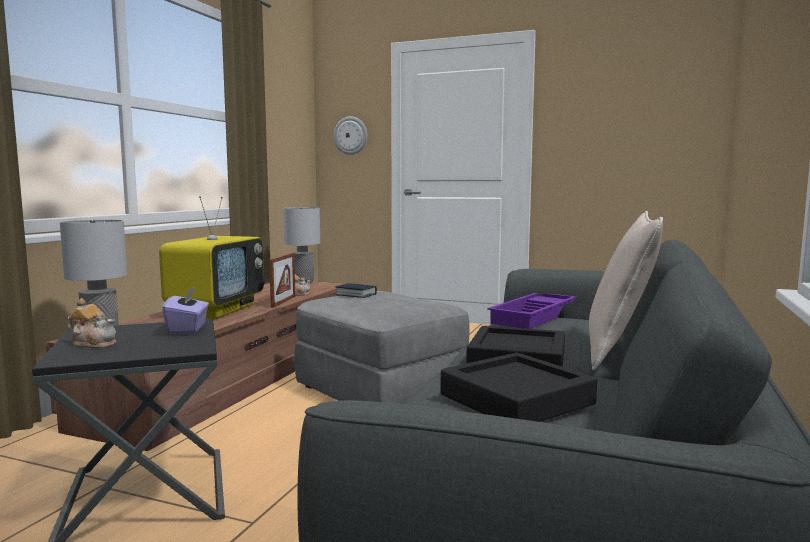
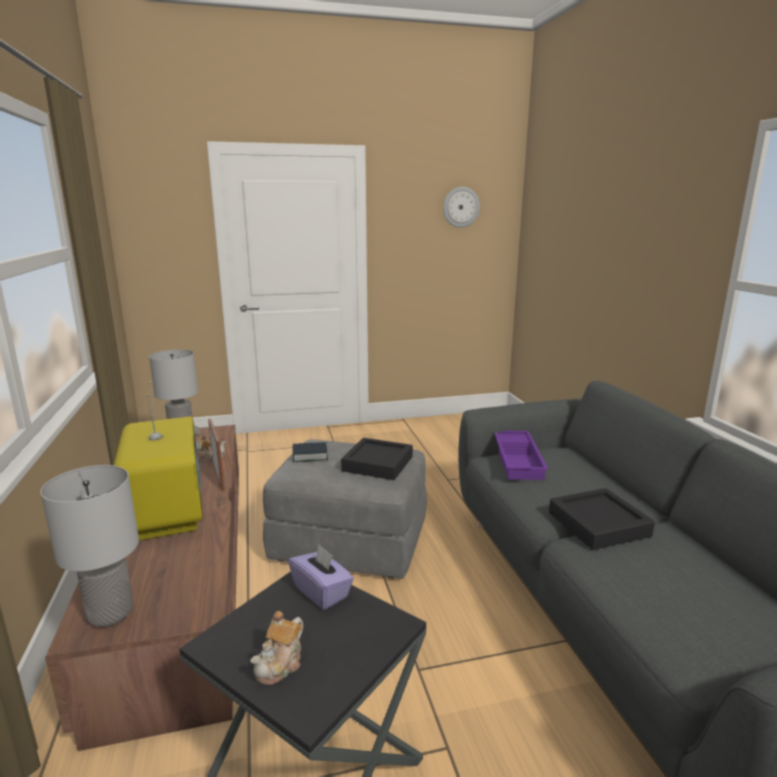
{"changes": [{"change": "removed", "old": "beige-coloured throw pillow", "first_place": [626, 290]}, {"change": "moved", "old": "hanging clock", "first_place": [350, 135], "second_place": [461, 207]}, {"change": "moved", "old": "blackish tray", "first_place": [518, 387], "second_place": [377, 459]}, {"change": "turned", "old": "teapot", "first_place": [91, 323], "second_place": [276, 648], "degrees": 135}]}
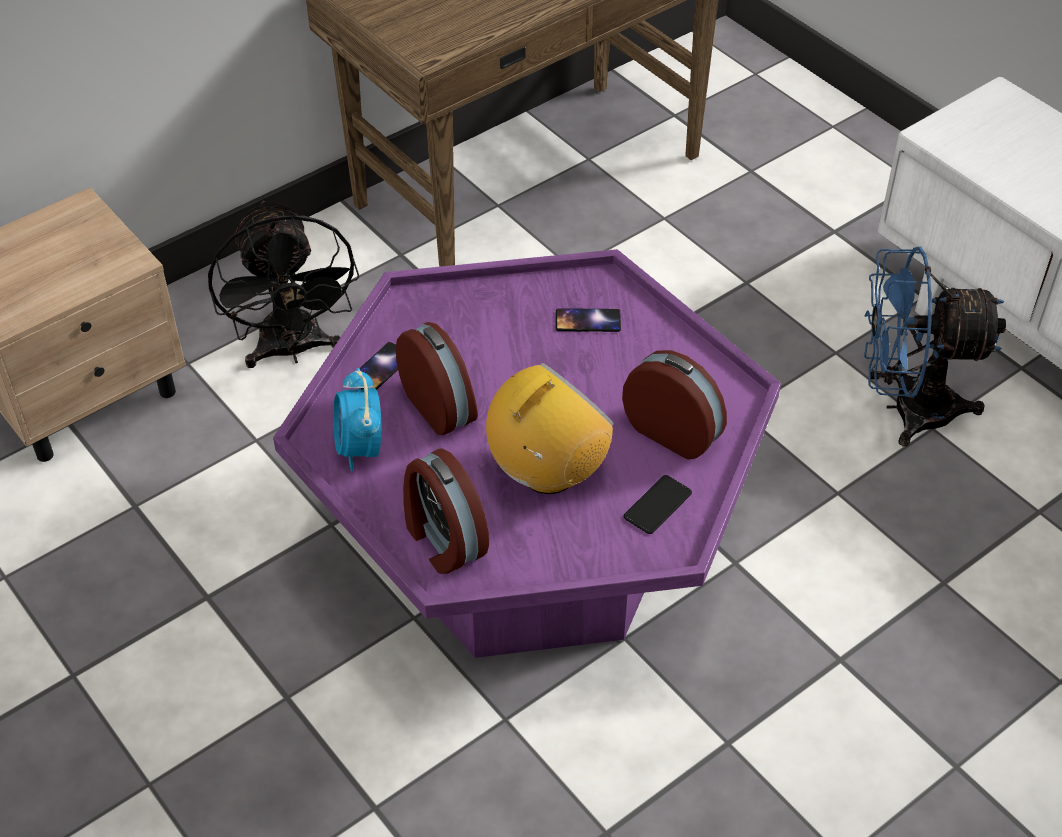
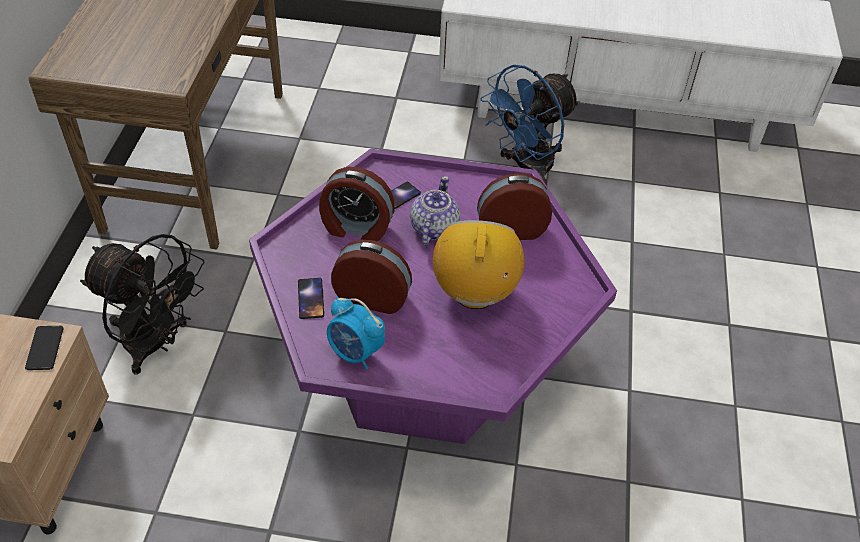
{"changes": [{"change": "added", "new": "teapot", "second_place": [435, 210]}, {"change": "moved", "old": "bedside clock", "first_place": [446, 511], "second_place": [357, 204]}, {"change": "moved", "old": "handset", "first_place": [658, 504], "second_place": [44, 348]}]}
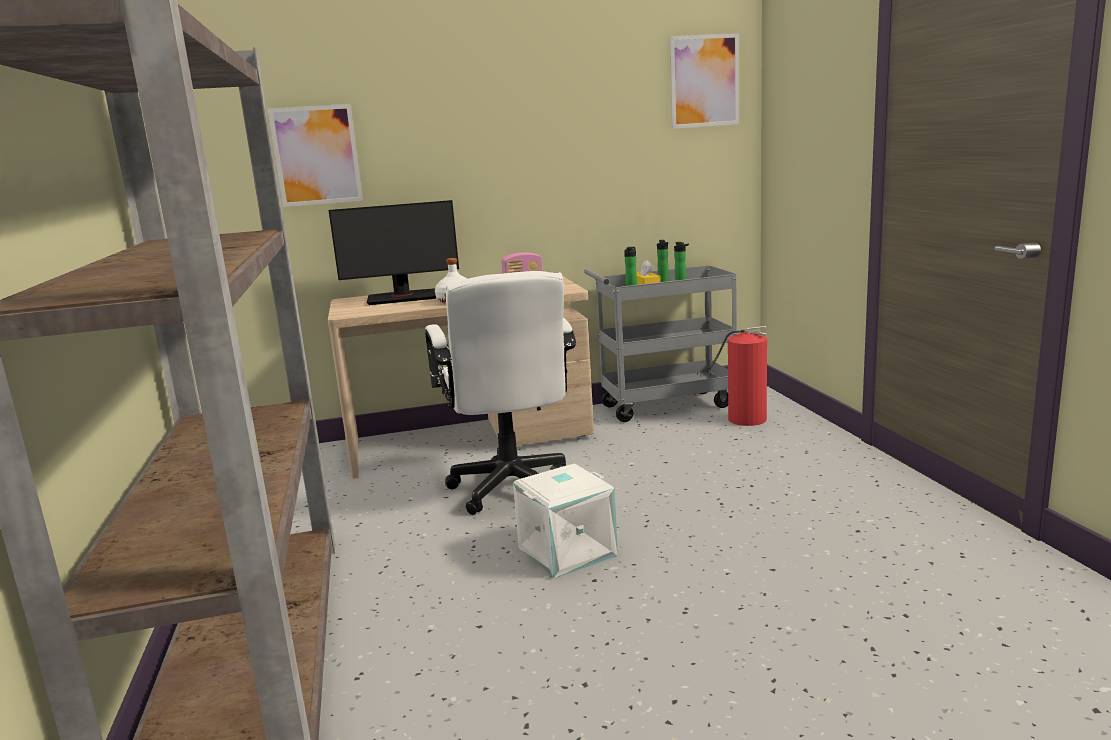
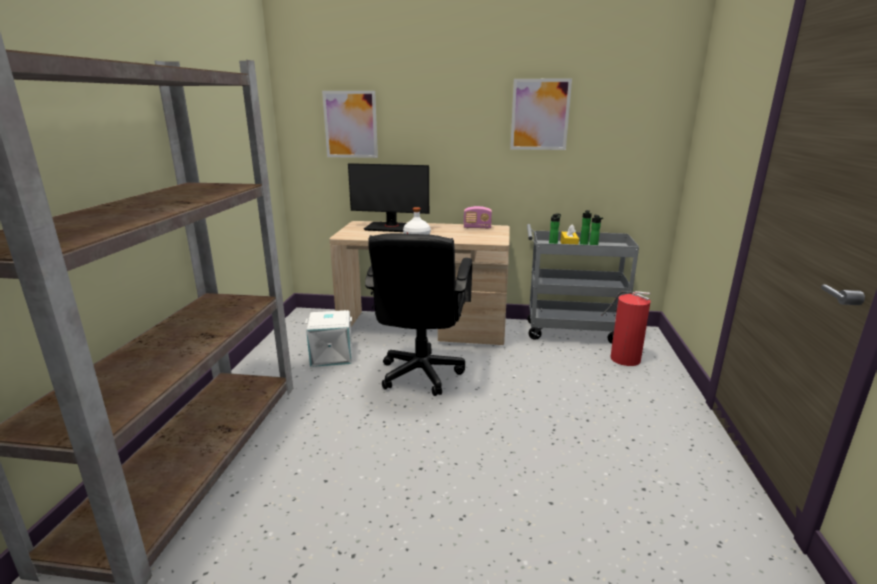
{"changes": [{"change": "moved", "old": "whitish storage box", "first_place": [565, 521], "second_place": [328, 338]}, {"change": "moved", "old": "wall art", "first_place": [704, 81], "second_place": [541, 114]}, {"change": "recoloured", "old": "whitish office chair", "new": "blackish office chair", "first_place": [500, 393], "second_place": [418, 314]}]}
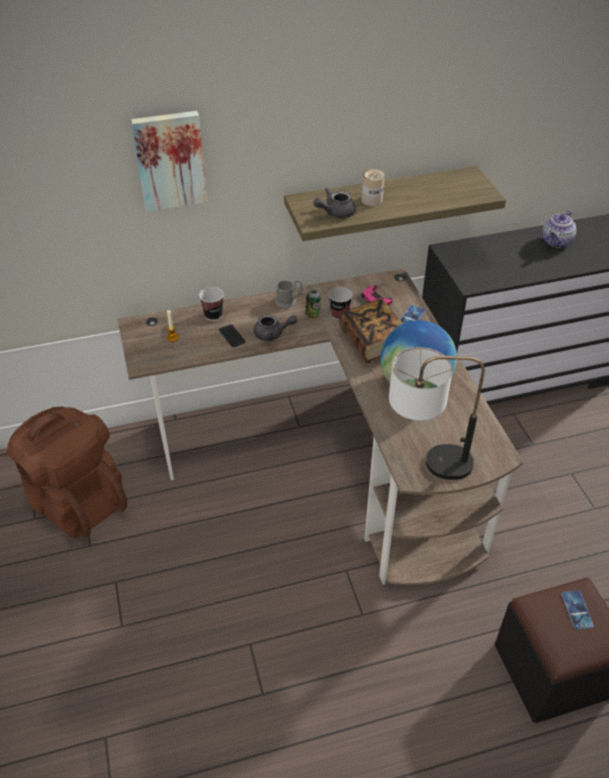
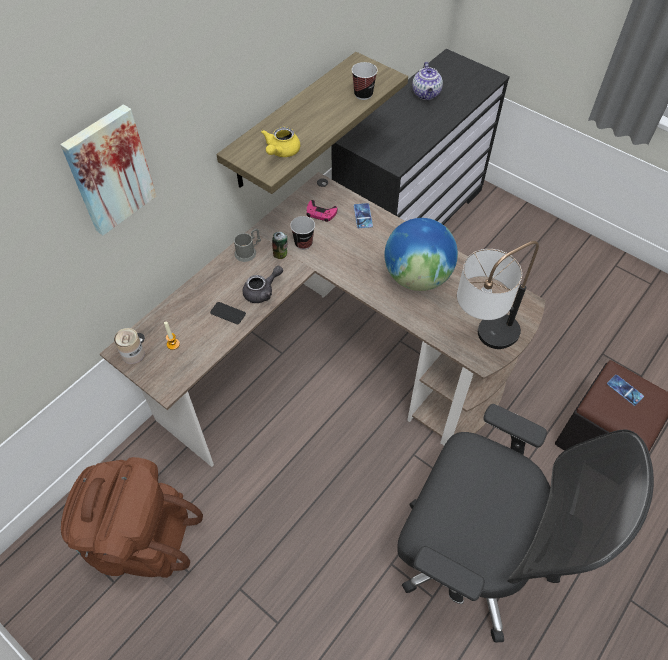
{"changes": [{"change": "removed", "old": "volume", "first_place": [371, 331]}, {"change": "added", "new": "office chair", "second_place": [525, 523]}, {"change": "moved", "old": "cup", "first_place": [211, 304], "second_place": [365, 81]}, {"change": "moved", "old": "can", "first_place": [373, 187], "second_place": [129, 346]}, {"change": "recoloured", "old": "gray teapot", "new": "yellow teapot", "first_place": [335, 203], "second_place": [280, 142]}]}
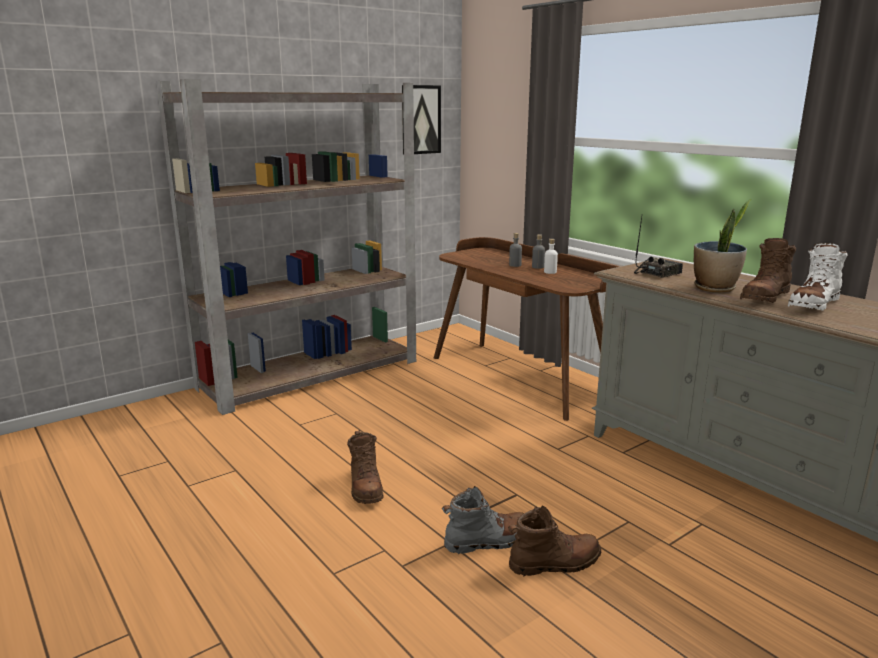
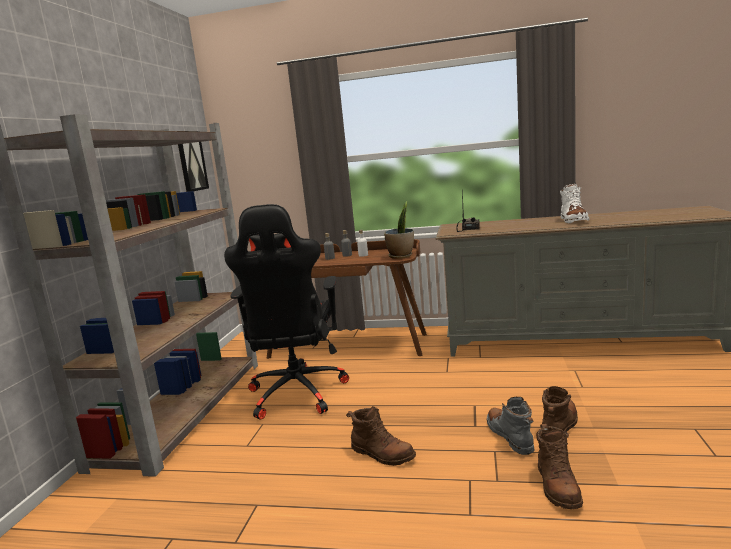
{"changes": [{"change": "added", "new": "blackish office chair", "second_place": [286, 311]}, {"change": "moved", "old": "plant in a pot", "first_place": [722, 246], "second_place": [399, 230]}, {"change": "moved", "old": "brown high-top boot", "first_place": [768, 270], "second_place": [559, 466]}, {"change": "turned", "old": "gray high-top boot", "first_place": [483, 520], "second_place": [511, 426], "degrees": -45}]}
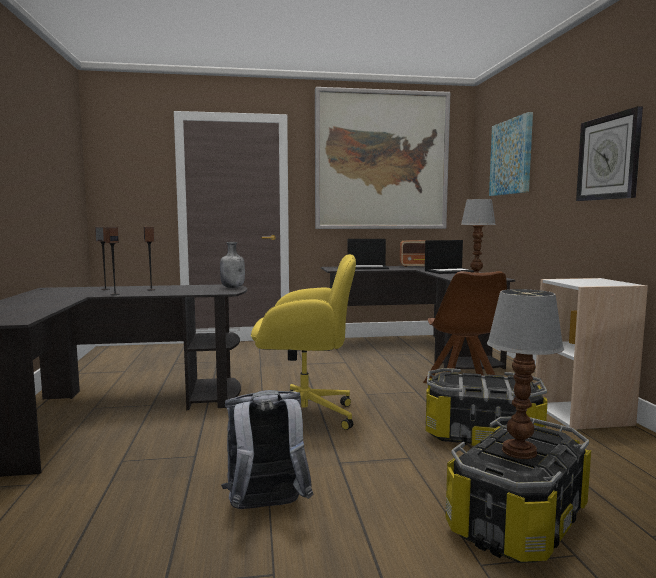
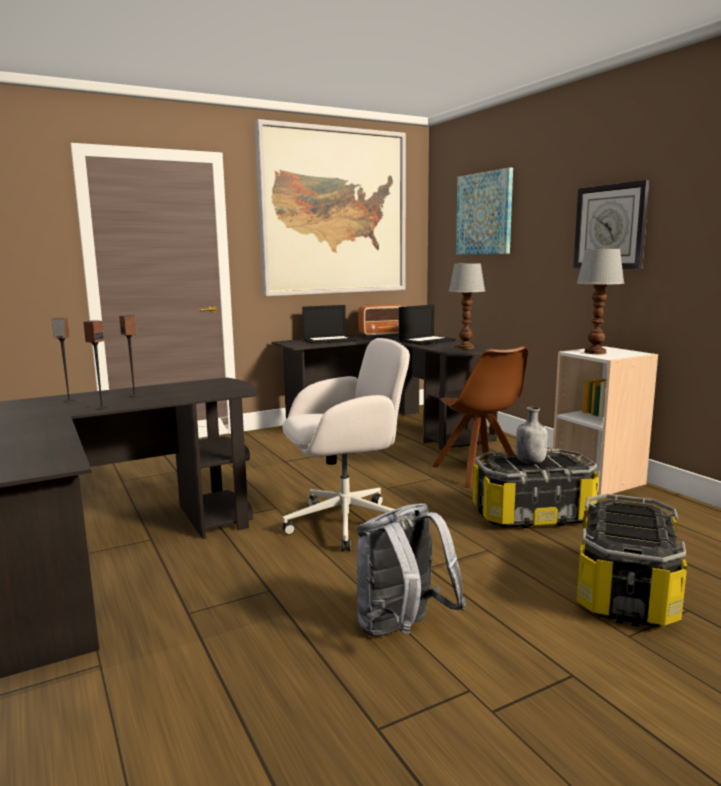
{"changes": [{"change": "moved", "old": "gray beverage bottle", "first_place": [232, 265], "second_place": [532, 435]}, {"change": "moved", "old": "lamp for a table", "first_place": [525, 374], "second_place": [601, 301]}, {"change": "recoloured", "old": "yellow office chair", "new": "whitish office chair", "first_place": [303, 342], "second_place": [346, 444]}]}
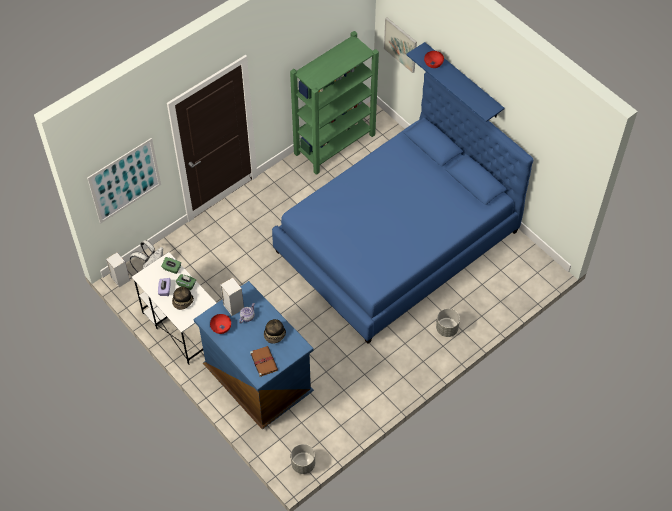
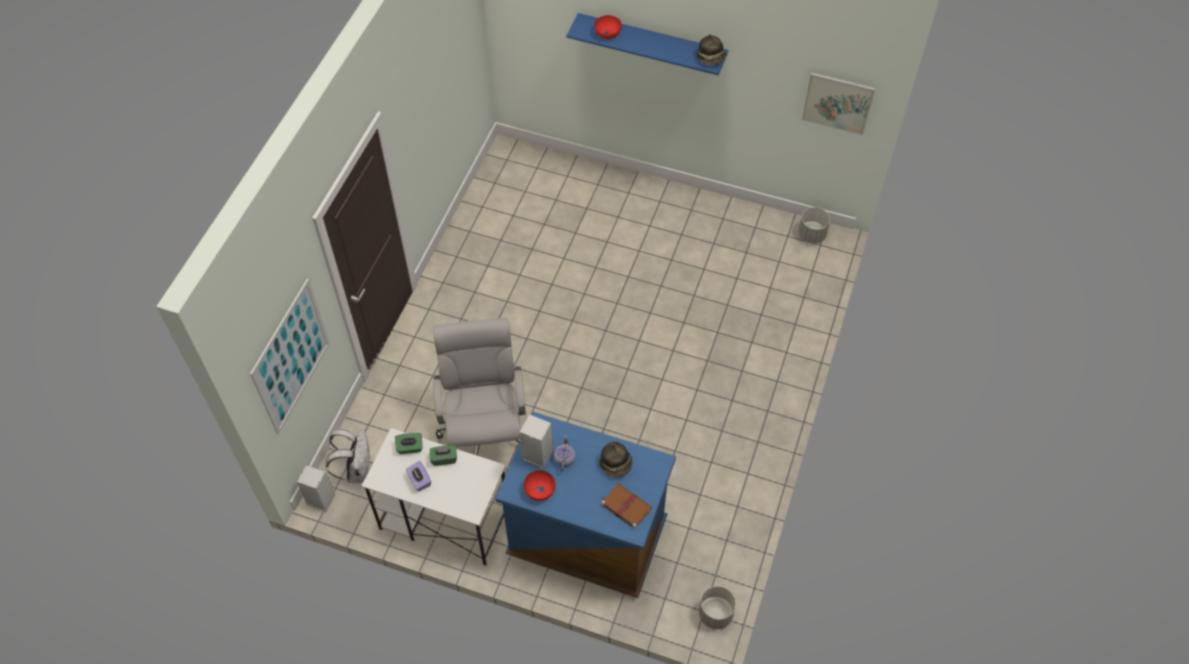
{"changes": [{"change": "removed", "old": "blue bed", "first_place": [402, 208]}, {"change": "removed", "old": "green bookcase", "first_place": [334, 103]}, {"change": "added", "new": "gray office chair", "second_place": [479, 386]}, {"change": "moved", "old": "hat", "first_place": [183, 298], "second_place": [711, 50]}, {"change": "moved", "old": "wall art", "first_place": [400, 45], "second_place": [838, 103]}, {"change": "moved", "old": "gray plant pot", "first_place": [448, 323], "second_place": [814, 225]}]}
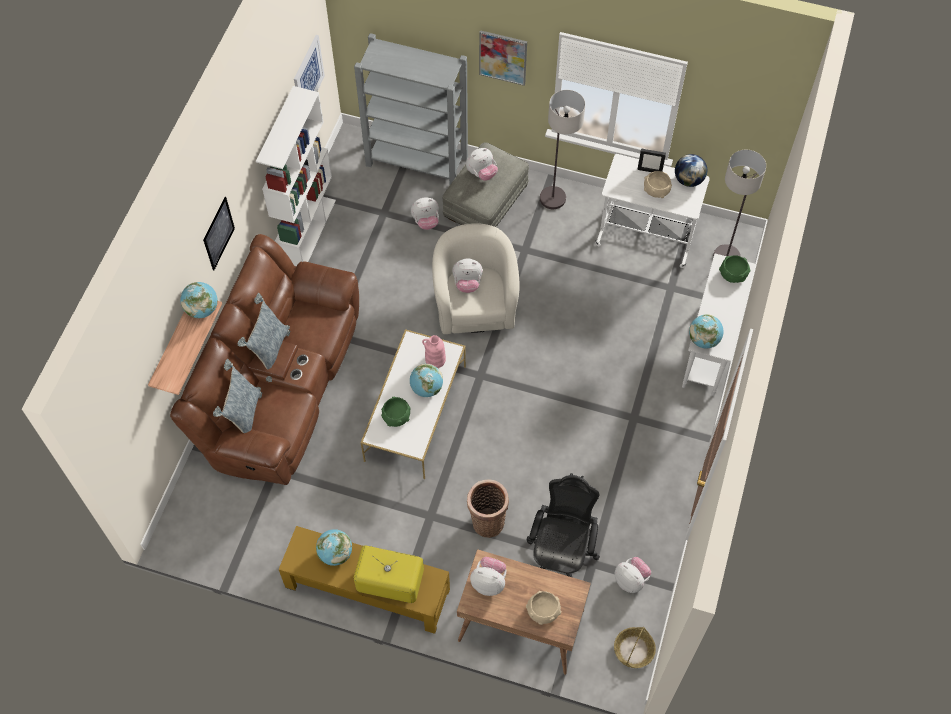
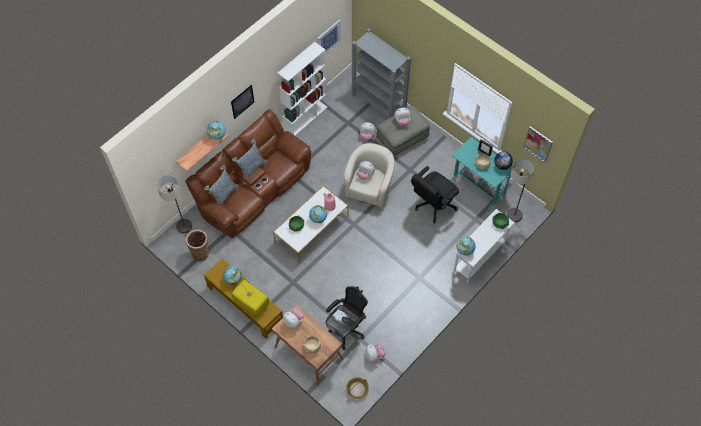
{"changes": [{"change": "added", "new": "blackish office chair", "second_place": [435, 194]}, {"change": "moved", "old": "storage basket", "first_place": [488, 508], "second_place": [197, 246]}, {"change": "moved", "old": "wall art", "first_place": [503, 58], "second_place": [538, 144]}, {"change": "moved", "old": "gray standard lamp", "first_place": [562, 149], "second_place": [174, 204]}, {"change": "recoloured", "old": "whitish desk table", "new": "turquoise desk table", "first_place": [653, 211], "second_place": [481, 174]}]}
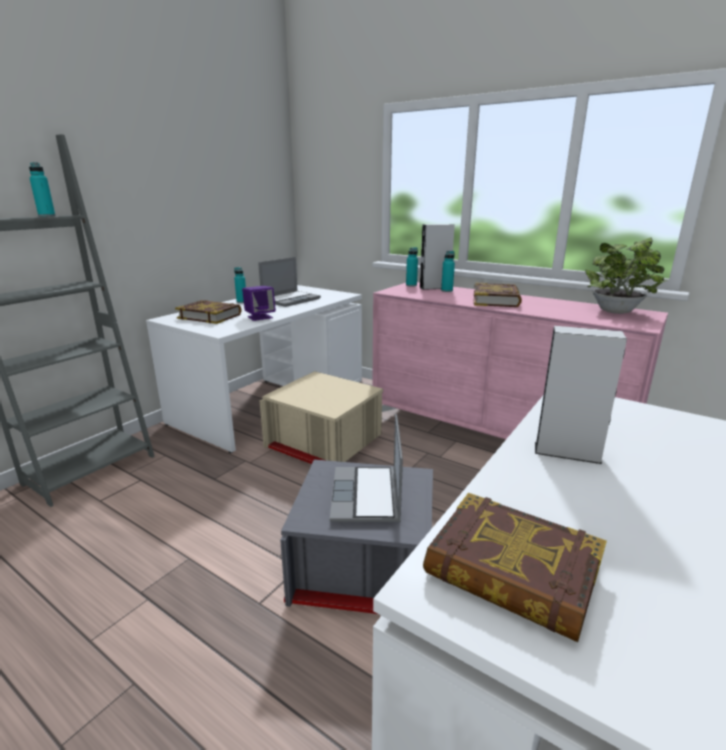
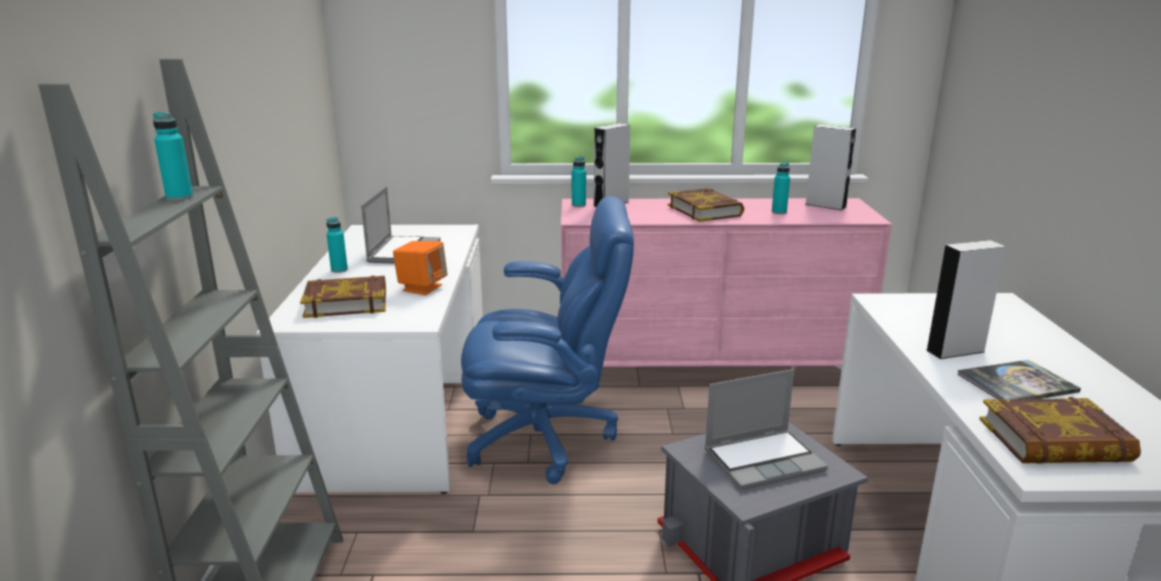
{"changes": [{"change": "added", "new": "volume", "second_place": [1019, 379]}, {"change": "moved", "old": "turquoise beverage bottle", "first_place": [448, 271], "second_place": [781, 188]}, {"change": "replaced", "old": "beige-coloured storage box", "new": "blue office chair", "first_place": [321, 417], "second_place": [547, 340]}, {"change": "replaced", "old": "plant in a pot", "new": "gray loudspeaker", "first_place": [626, 275], "second_place": [830, 167]}, {"change": "recoloured", "old": "purple loudspeaker", "new": "orange-coloured loudspeaker", "first_place": [259, 303], "second_place": [420, 268]}, {"change": "turned", "old": "notebook computer", "first_place": [366, 468], "second_place": [766, 429], "degrees": -75}]}
